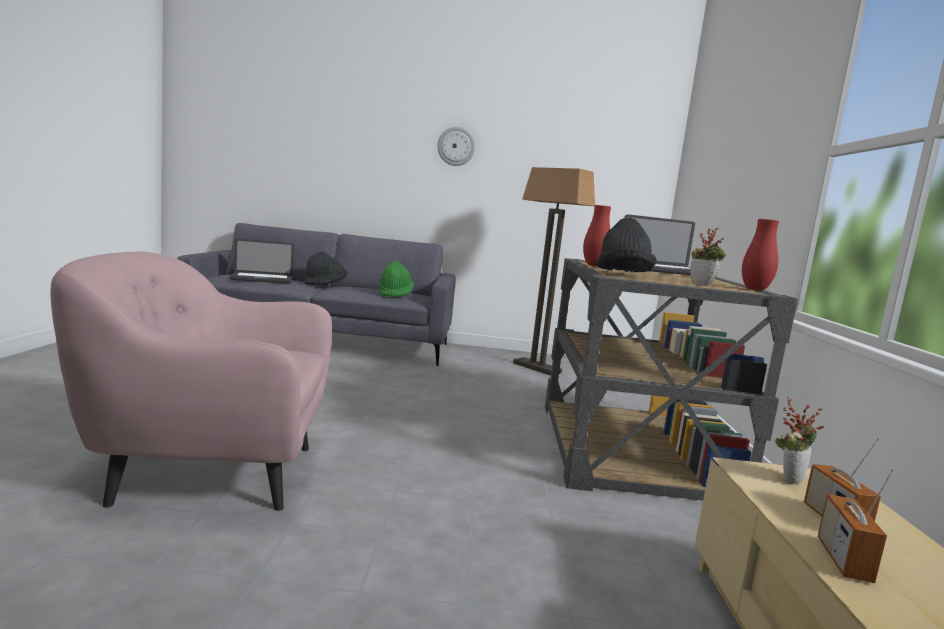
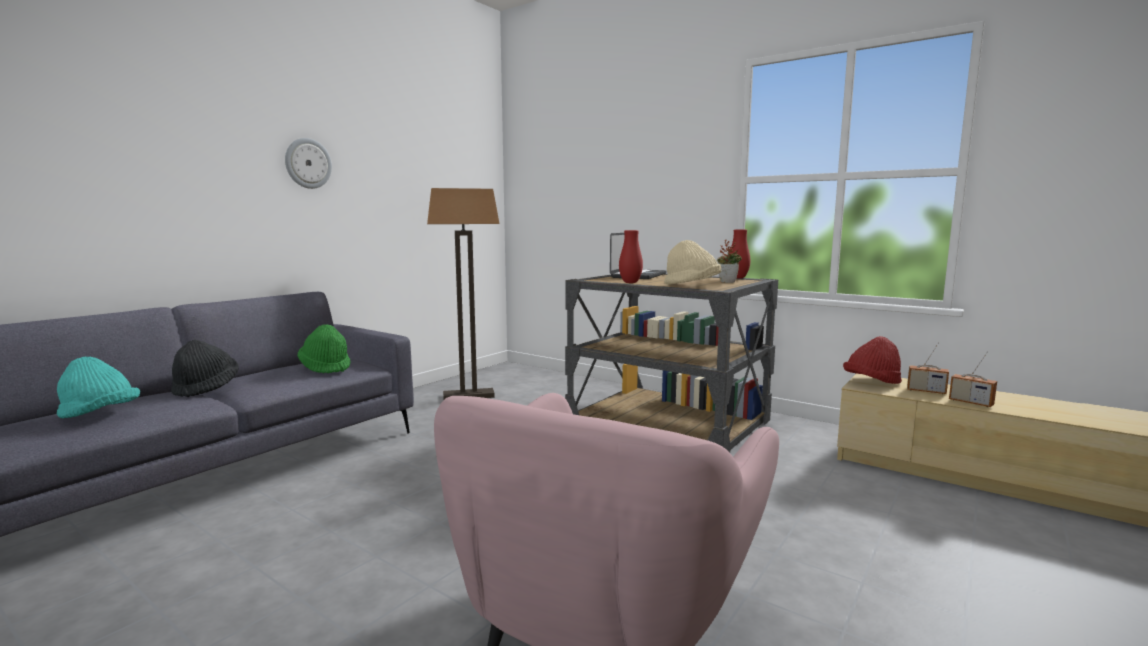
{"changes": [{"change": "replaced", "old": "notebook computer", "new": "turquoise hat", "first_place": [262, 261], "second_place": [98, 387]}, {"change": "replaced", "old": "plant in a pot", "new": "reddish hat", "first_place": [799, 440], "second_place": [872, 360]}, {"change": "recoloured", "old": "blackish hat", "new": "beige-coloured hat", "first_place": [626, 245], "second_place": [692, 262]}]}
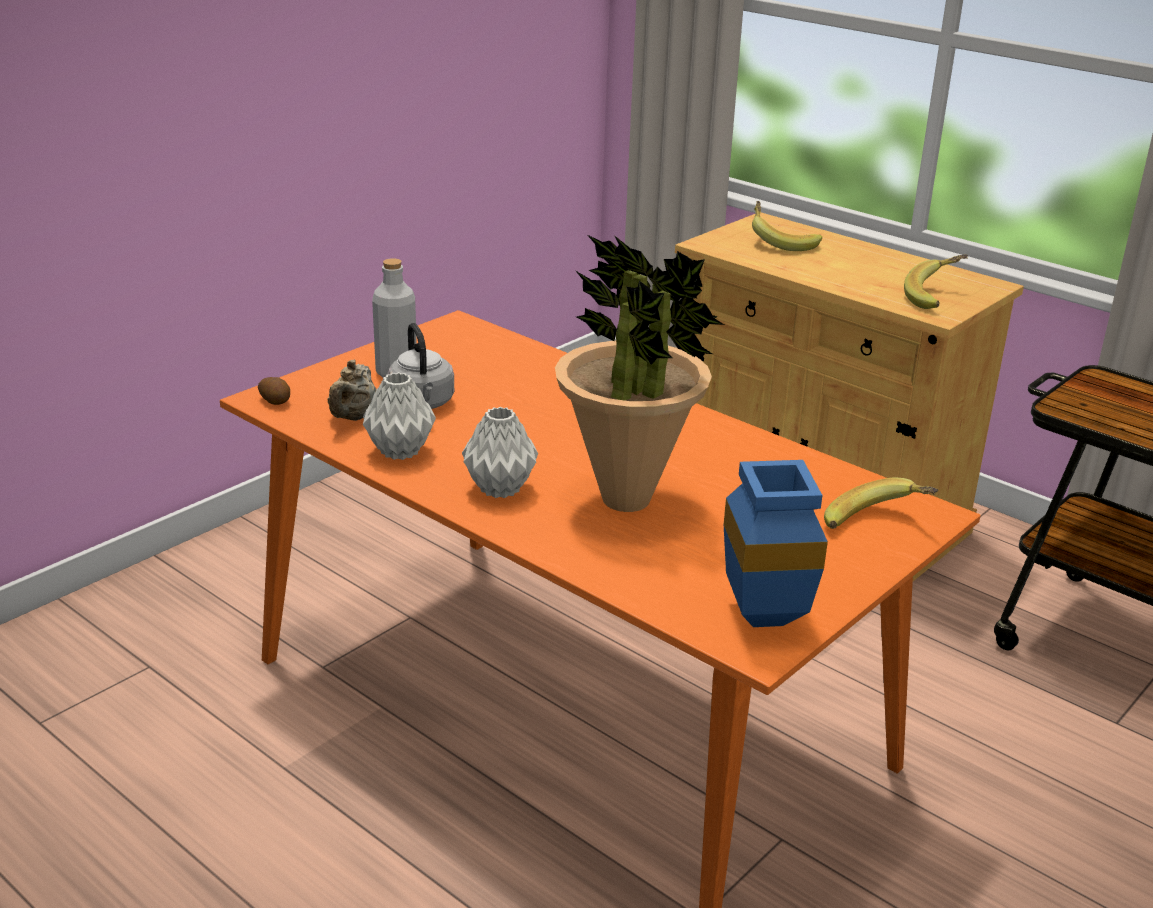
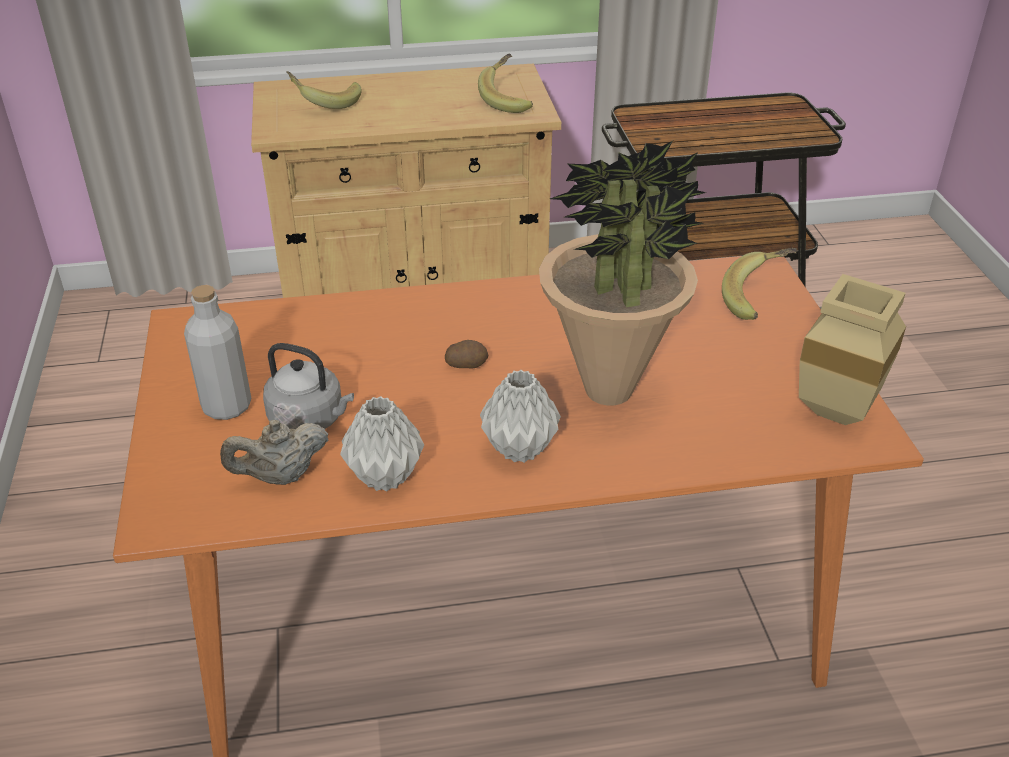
{"changes": [{"change": "moved", "old": "potato", "first_place": [274, 391], "second_place": [466, 354]}, {"change": "recoloured", "old": "blue decorative vase", "new": "beige-coloured decorative vase", "first_place": [776, 543], "second_place": [852, 349]}, {"change": "turned", "old": "beige-coloured teapot", "first_place": [351, 390], "second_place": [274, 452], "degrees": 105}]}
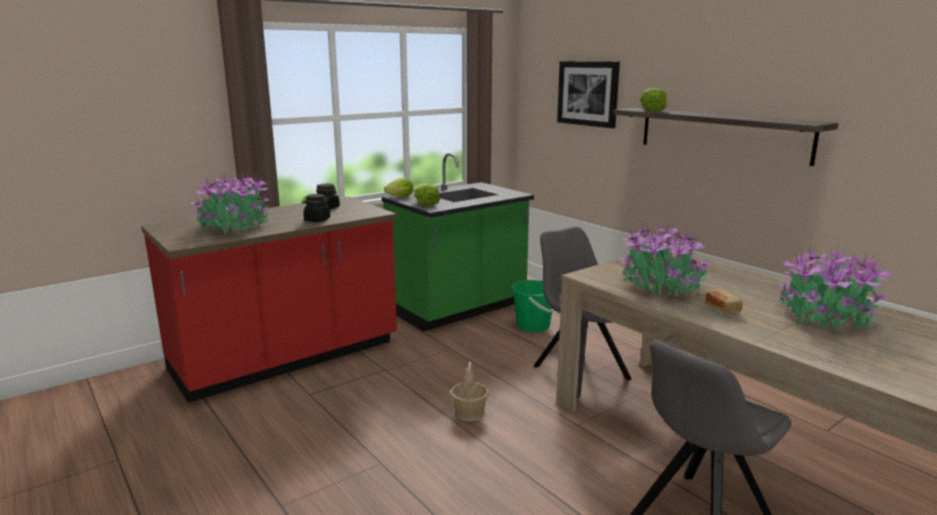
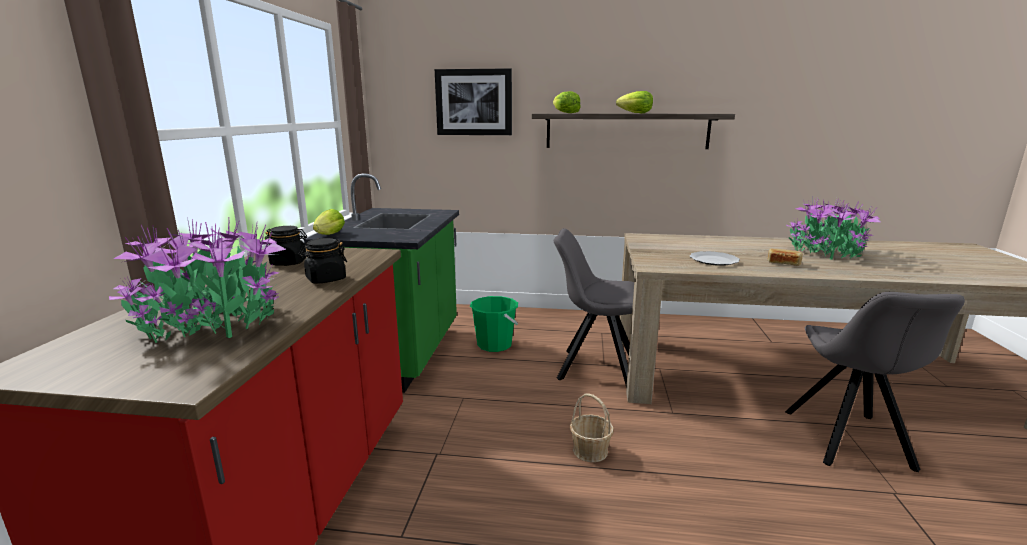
{"changes": [{"change": "moved", "old": "lettuce", "first_place": [427, 194], "second_place": [634, 102]}, {"change": "replaced", "old": "plant in a pot", "new": "plate", "first_place": [666, 259], "second_place": [715, 258]}]}
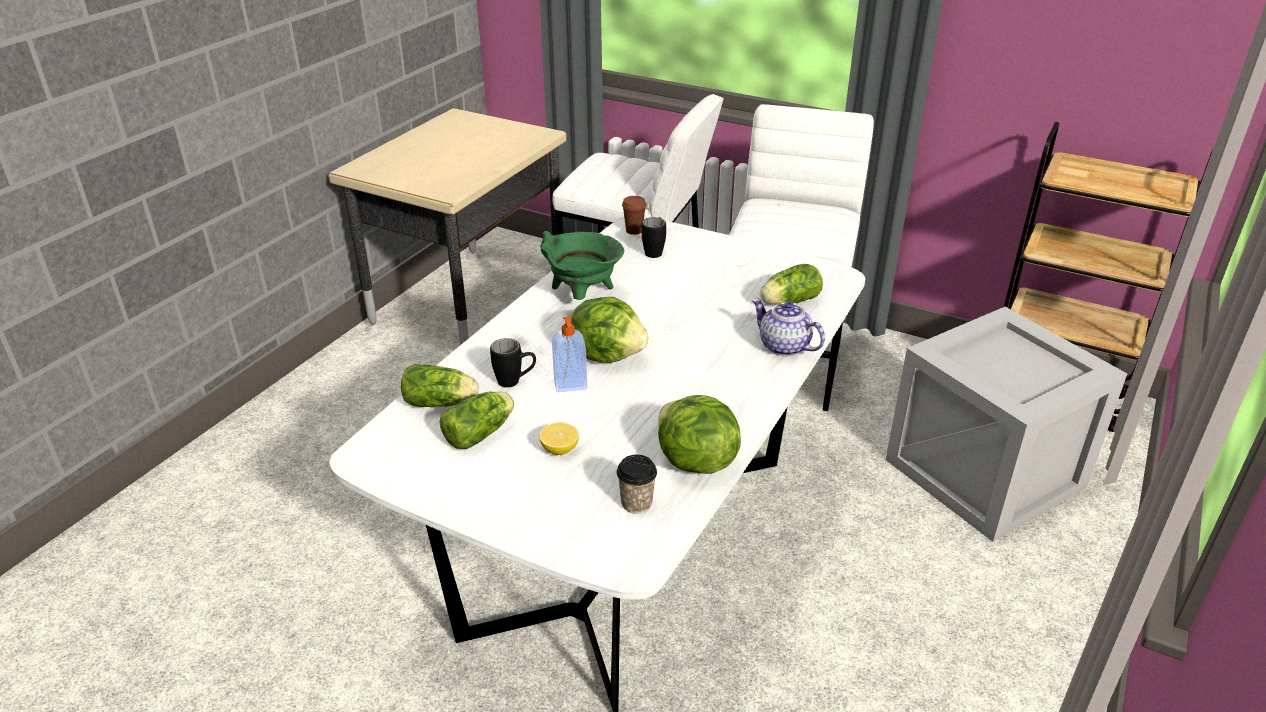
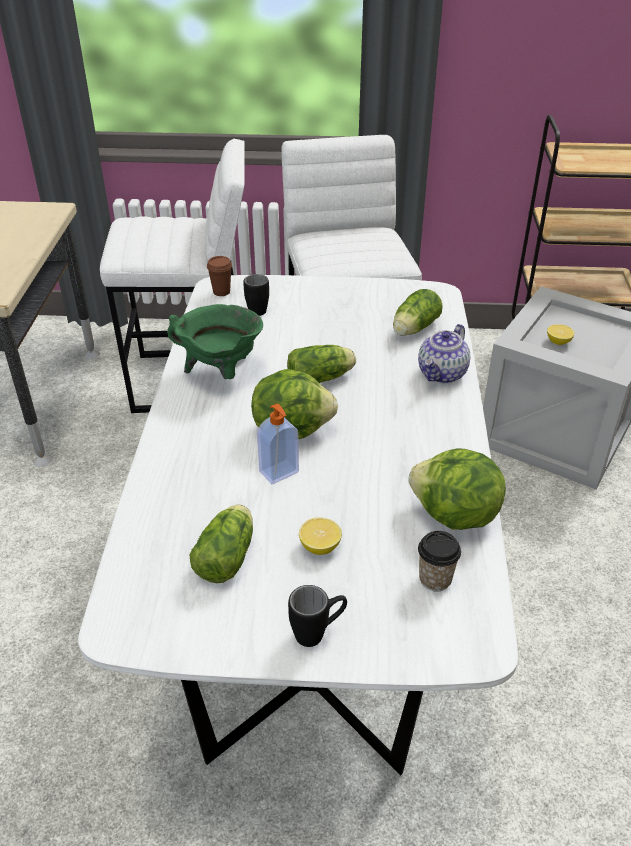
{"changes": [{"change": "added", "new": "citrus fruit", "second_place": [561, 334]}, {"change": "moved", "old": "lettuce", "first_place": [440, 385], "second_place": [321, 364]}, {"change": "moved", "old": "blackish tea mug", "first_place": [513, 363], "second_place": [317, 616]}, {"change": "turned", "old": "teapot", "first_place": [788, 327], "second_place": [444, 353], "degrees": -75}]}
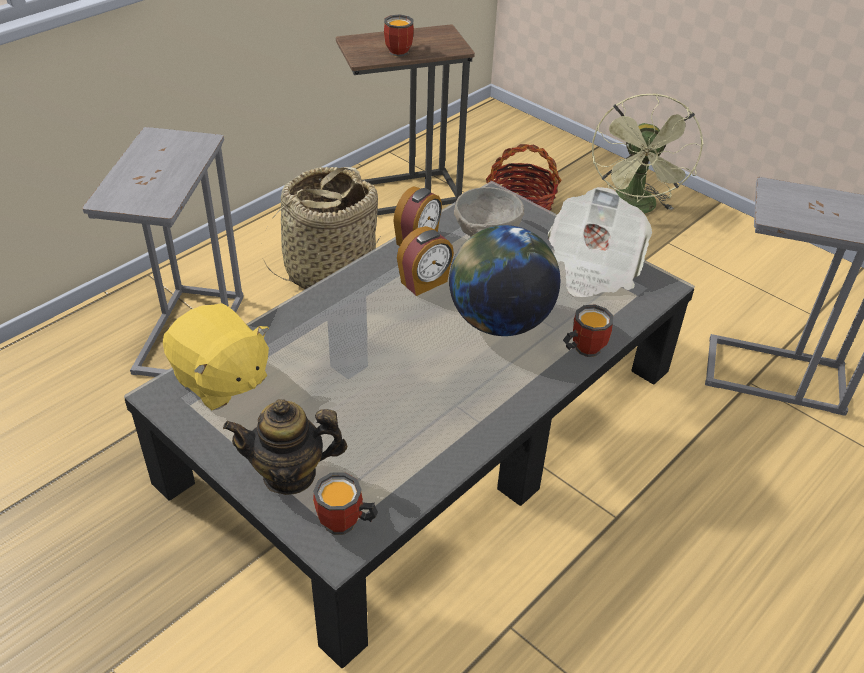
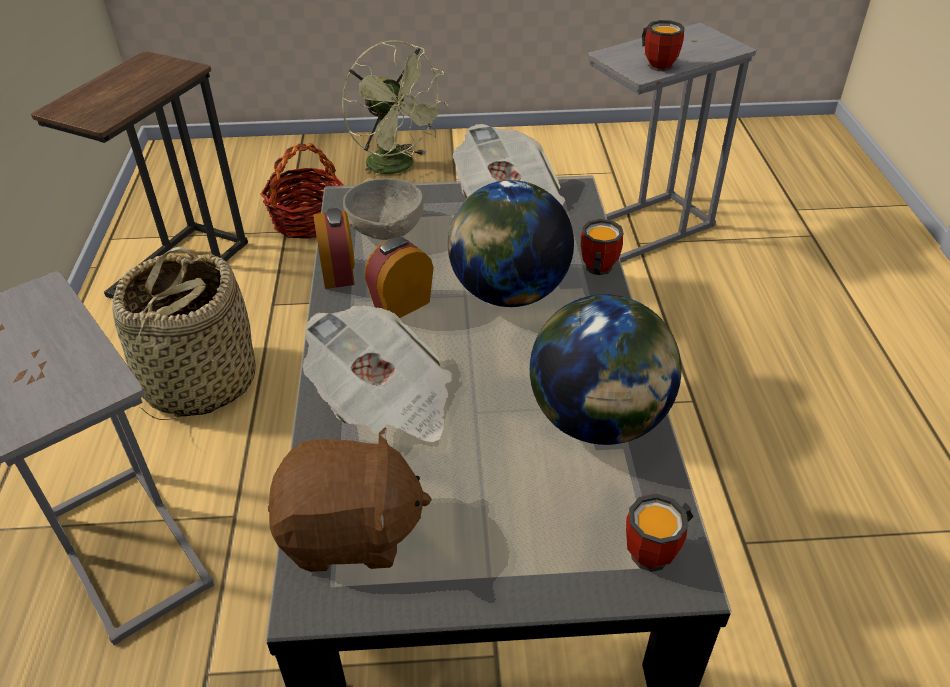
{"changes": [{"change": "removed", "old": "teapot", "first_place": [285, 447]}, {"change": "added", "new": "printed paper", "second_place": [377, 374]}, {"change": "added", "new": "globe", "second_place": [605, 369]}, {"change": "moved", "old": "tea mug", "first_place": [399, 35], "second_place": [663, 45]}, {"change": "recoloured", "old": "yellow cuddly toy", "new": "brown cuddly toy", "first_place": [216, 356], "second_place": [350, 499]}, {"change": "turned", "old": "bedside clock", "first_place": [425, 261], "second_place": [399, 277], "degrees": -135}]}
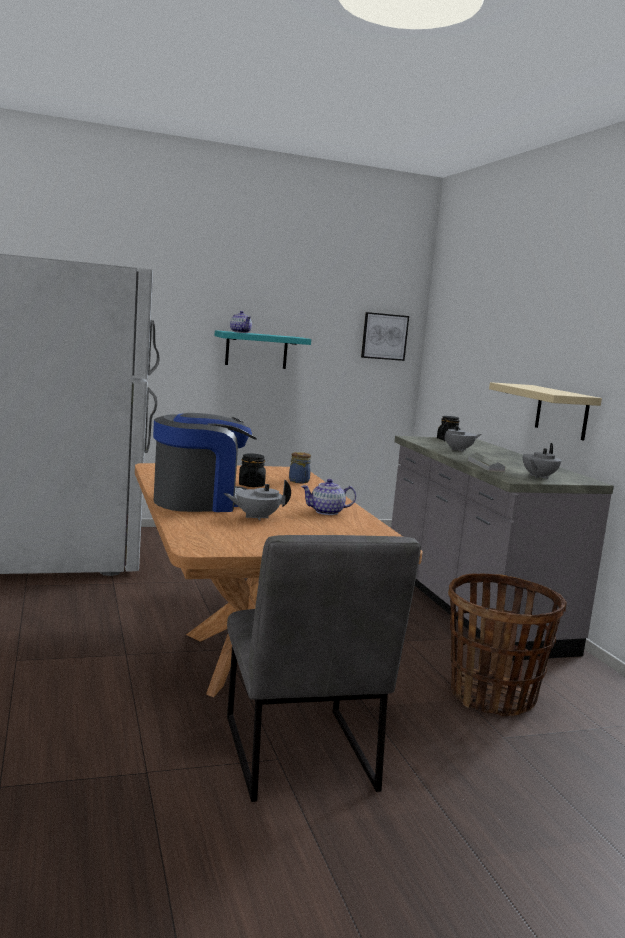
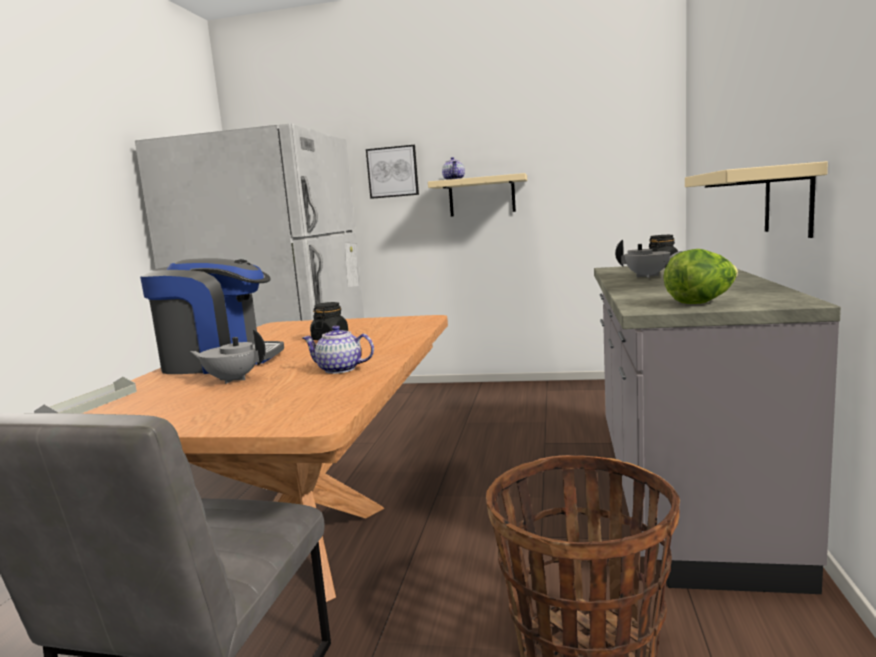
{"changes": [{"change": "removed", "old": "storage jar", "first_place": [300, 467]}, {"change": "moved", "old": "wall art", "first_place": [385, 336], "second_place": [392, 172]}, {"change": "moved", "old": "gray tray", "first_place": [487, 462], "second_place": [85, 395]}, {"change": "replaced", "old": "gray teapot", "new": "lettuce", "first_place": [542, 461], "second_place": [700, 276]}, {"change": "recoloured", "old": "turquoise shelf", "new": "beige-coloured shelf", "first_place": [262, 349], "second_place": [477, 195]}]}
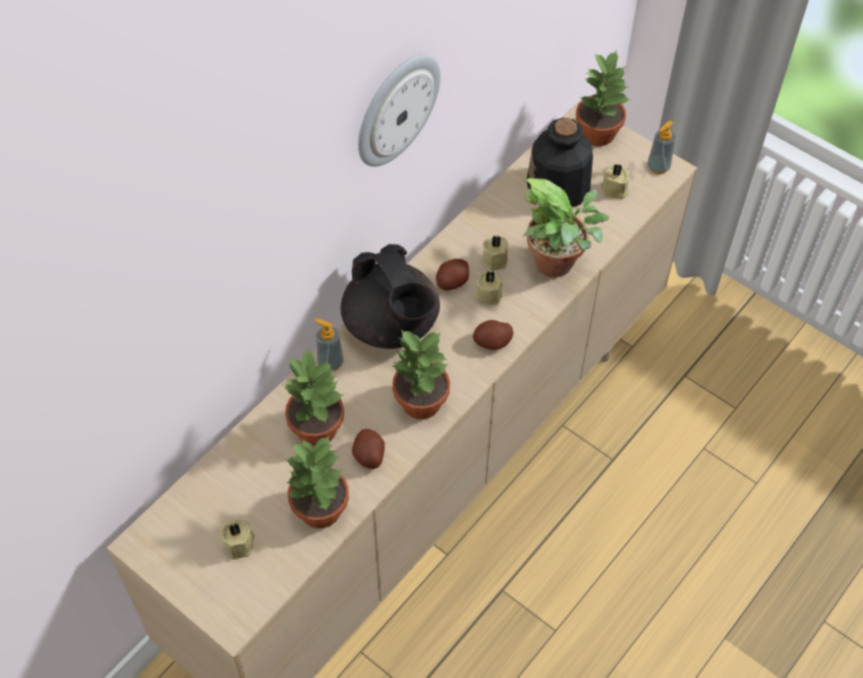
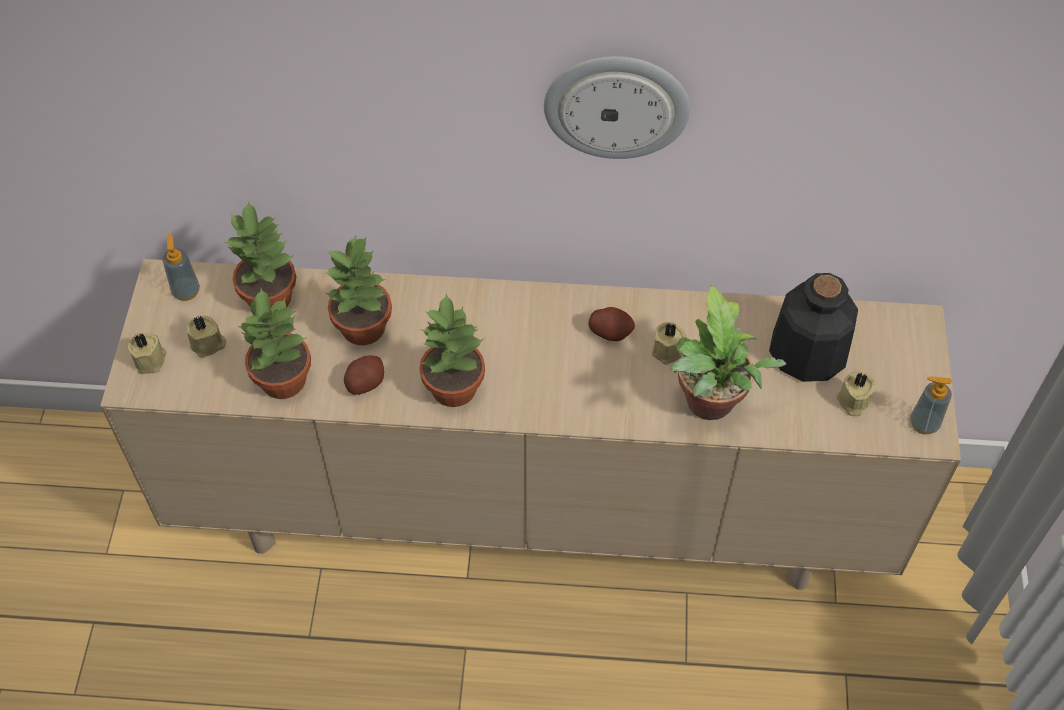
{"changes": [{"change": "removed", "old": "blackish teapot", "first_place": [390, 296]}, {"change": "removed", "old": "potato", "first_place": [493, 335]}, {"change": "moved", "old": "soap dispenser", "first_place": [329, 344], "second_place": [181, 267]}, {"change": "moved", "old": "beige-coloured wax light", "first_place": [489, 287], "second_place": [147, 353]}, {"change": "moved", "old": "plant in a pot", "first_place": [602, 98], "second_place": [260, 254]}]}
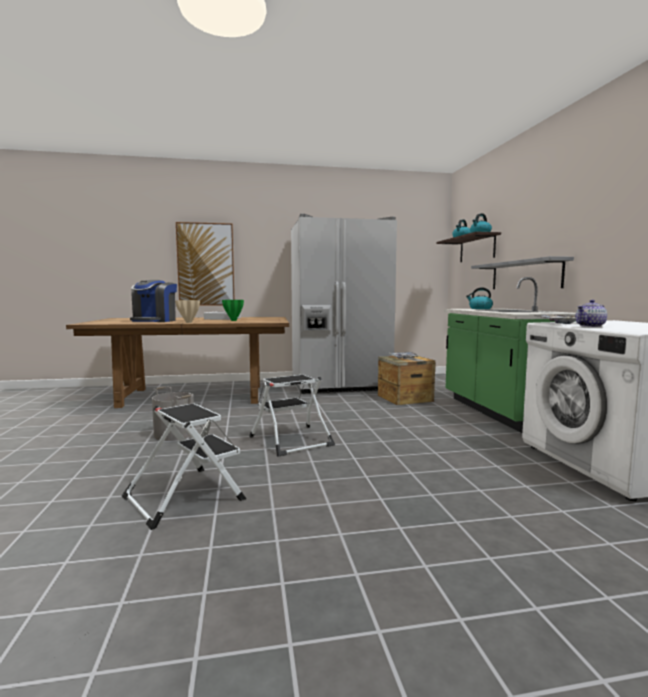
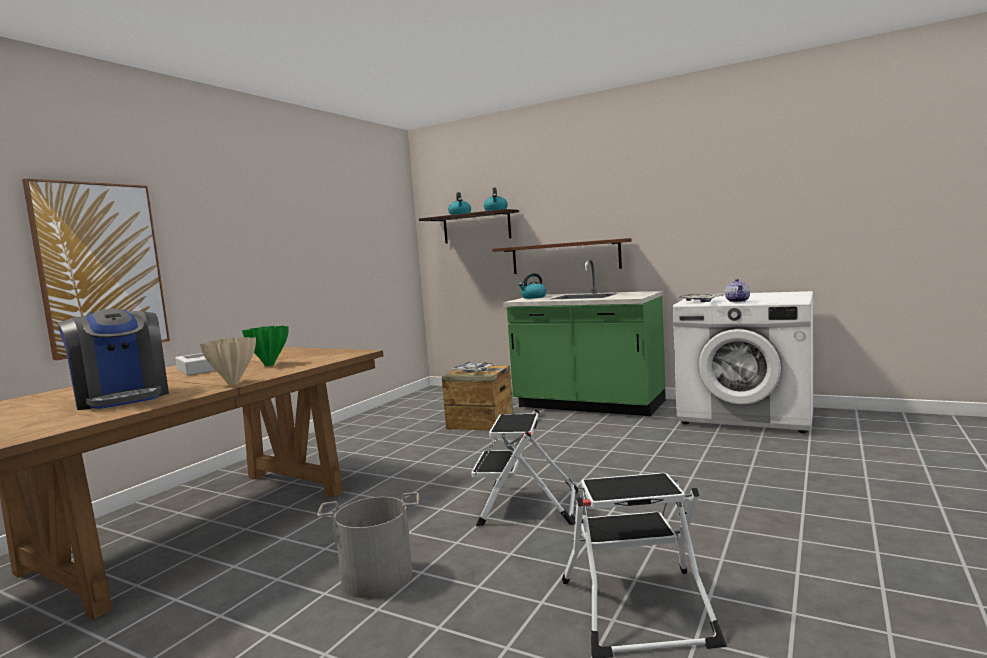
{"changes": [{"change": "removed", "old": "whitish refrigerator", "first_place": [344, 304]}, {"change": "recoloured", "old": "gray shelf", "new": "brown shelf", "first_place": [522, 272], "second_place": [562, 256]}]}
